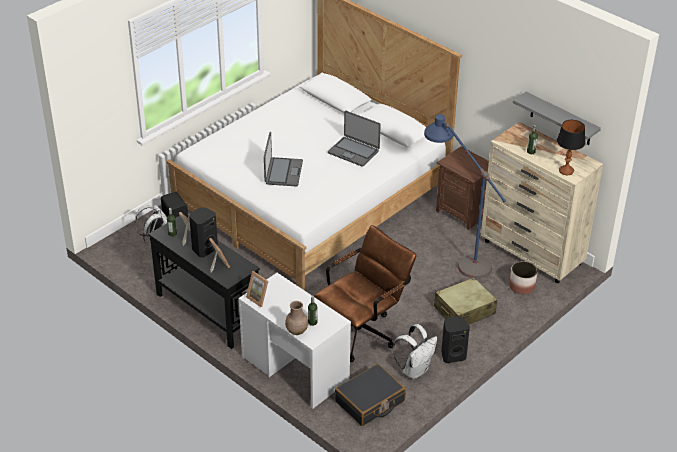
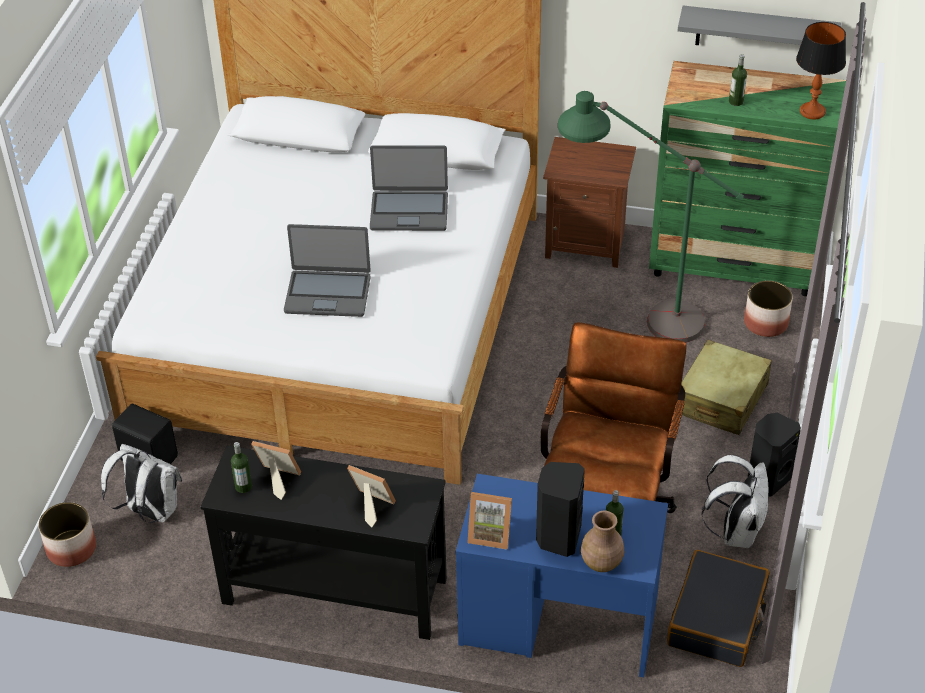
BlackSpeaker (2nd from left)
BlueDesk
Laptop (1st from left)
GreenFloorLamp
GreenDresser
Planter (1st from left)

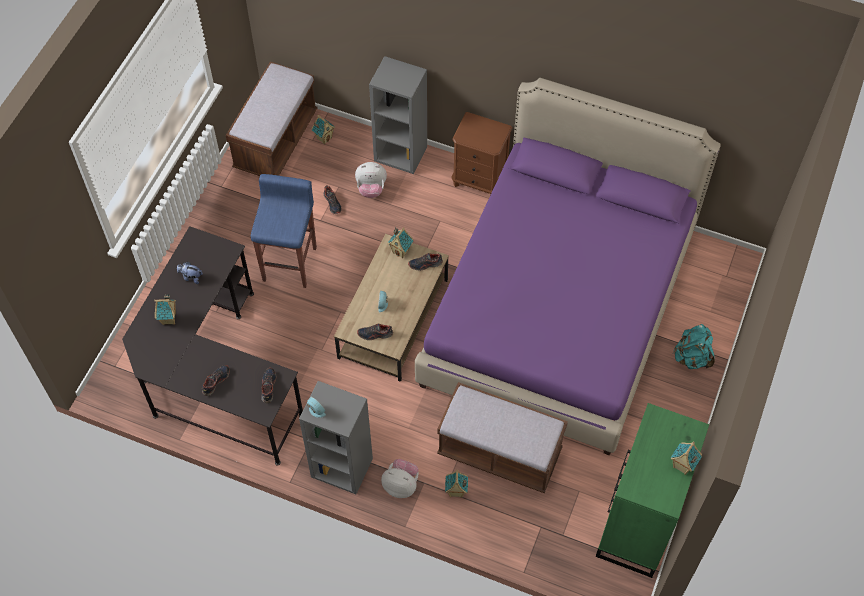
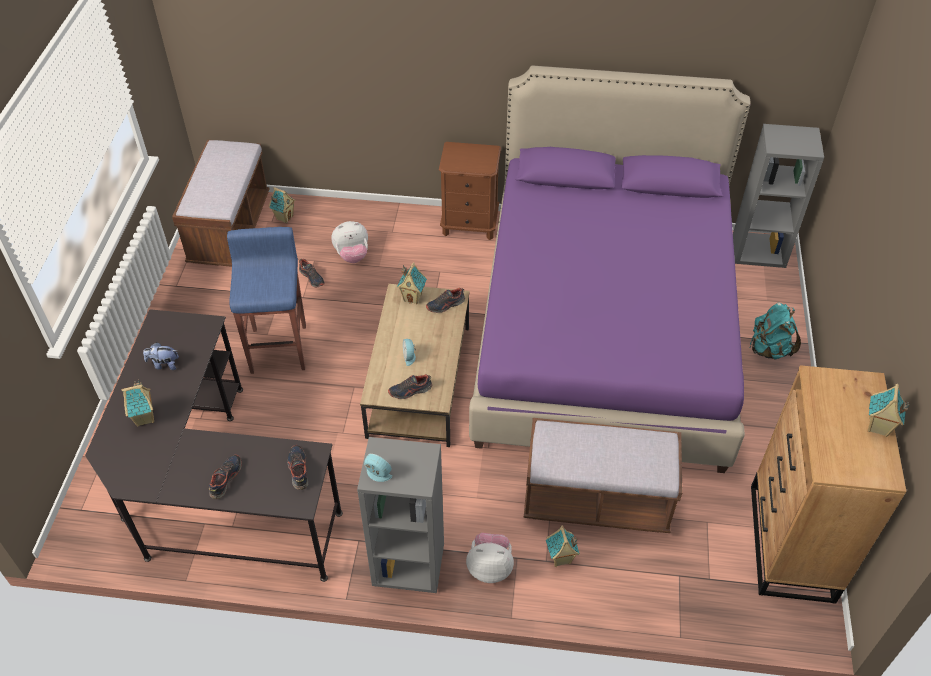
GreyBookcase (2nd from left)
BrownDresser

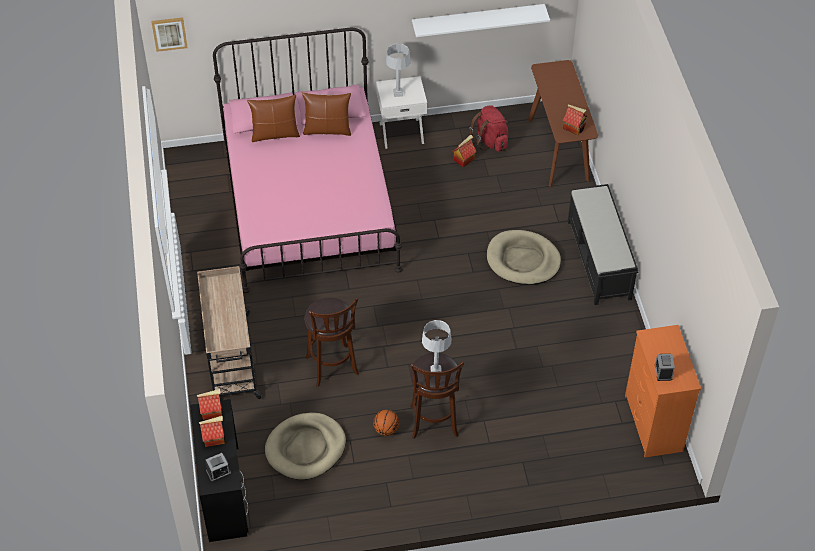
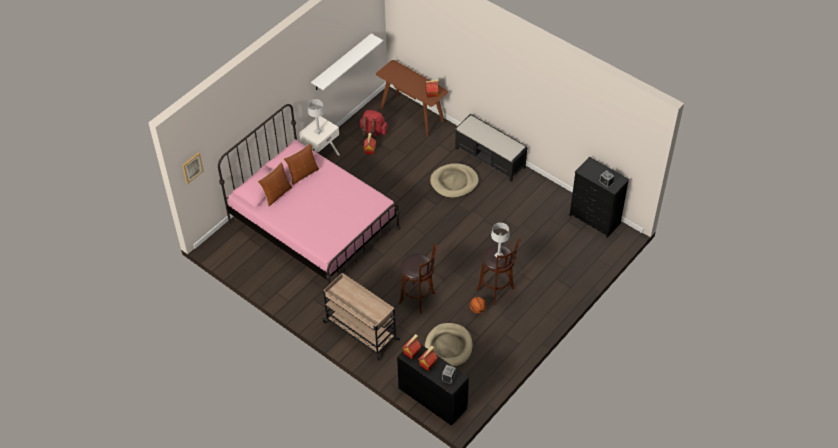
BlackDresser

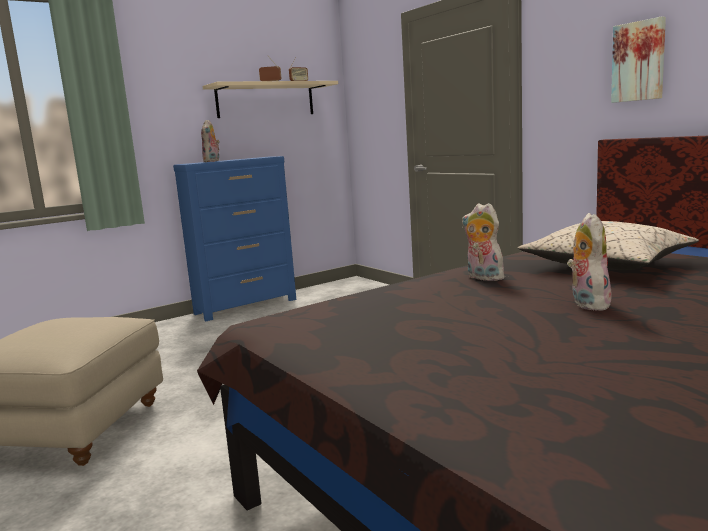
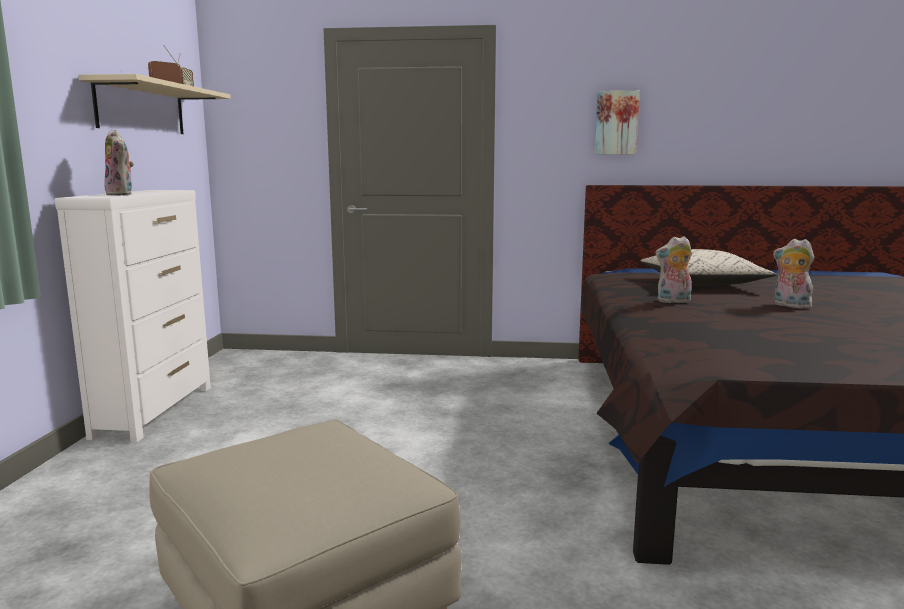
WhiteDresser

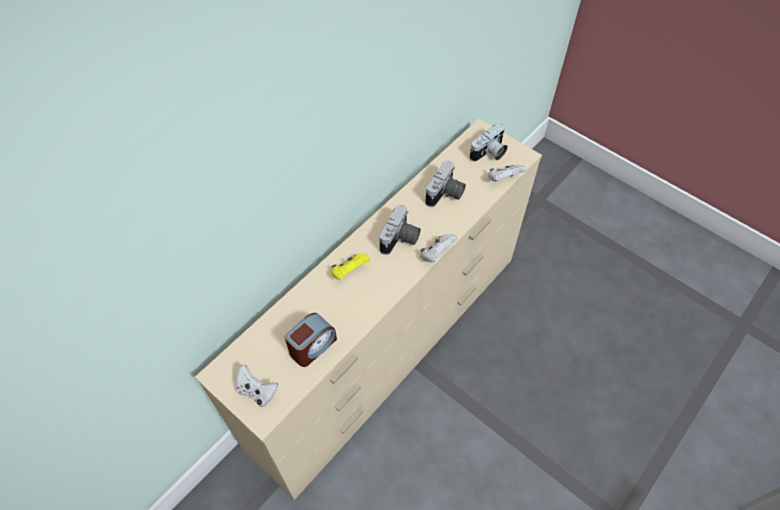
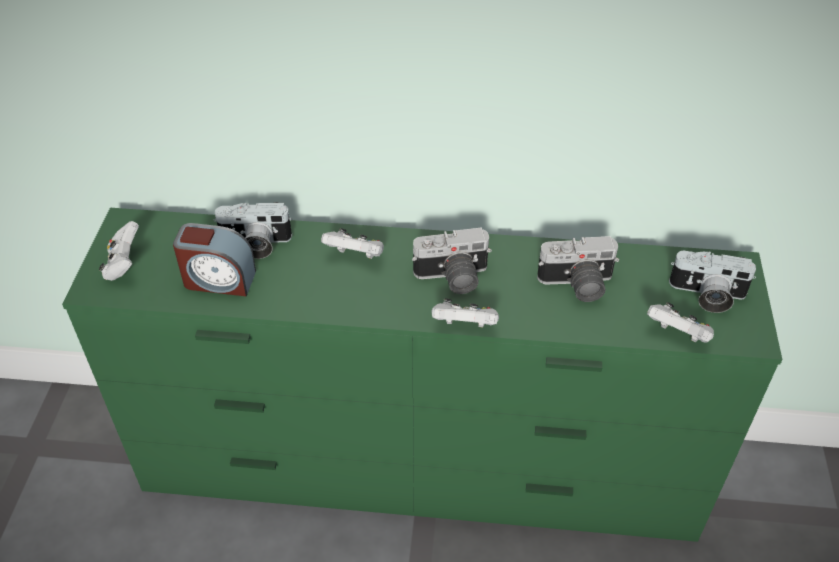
GreenDresser
WhiteGameController (2nd from left)
PhotoCamera (1st from left)

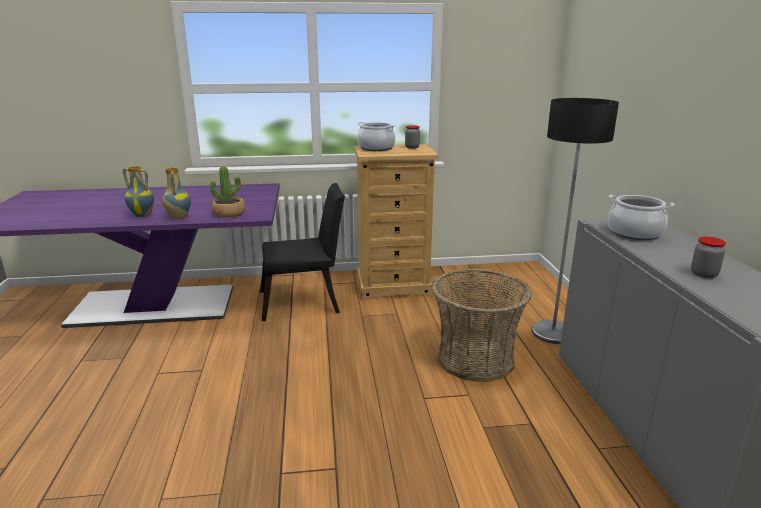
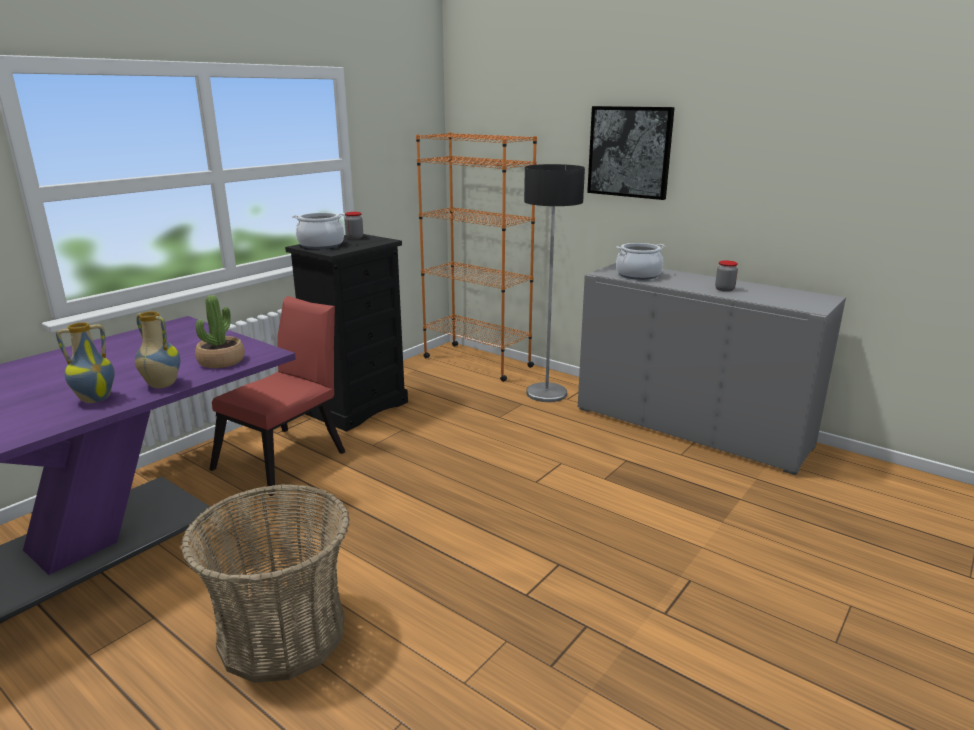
RedChair
BlackDresser
Basket
OrangeBookcase
Picture

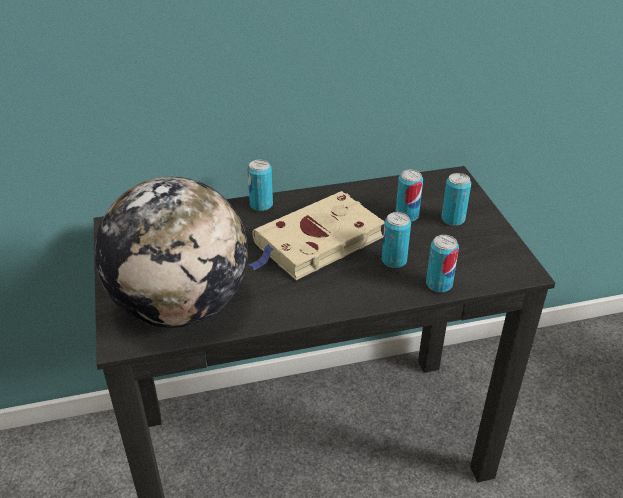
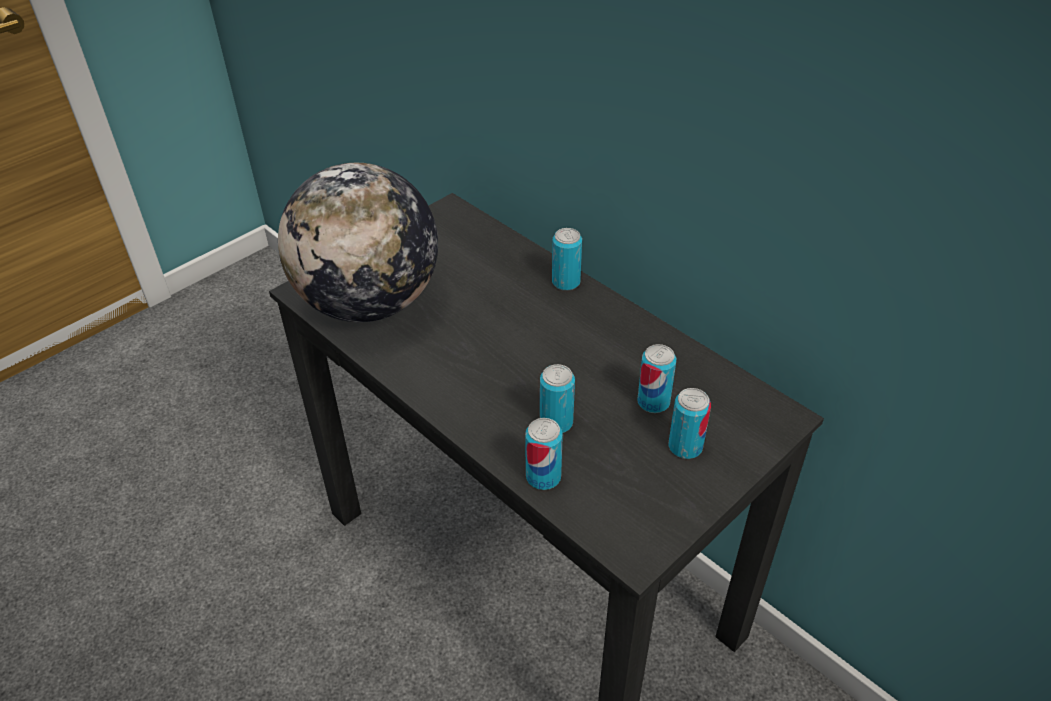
BeigeBook

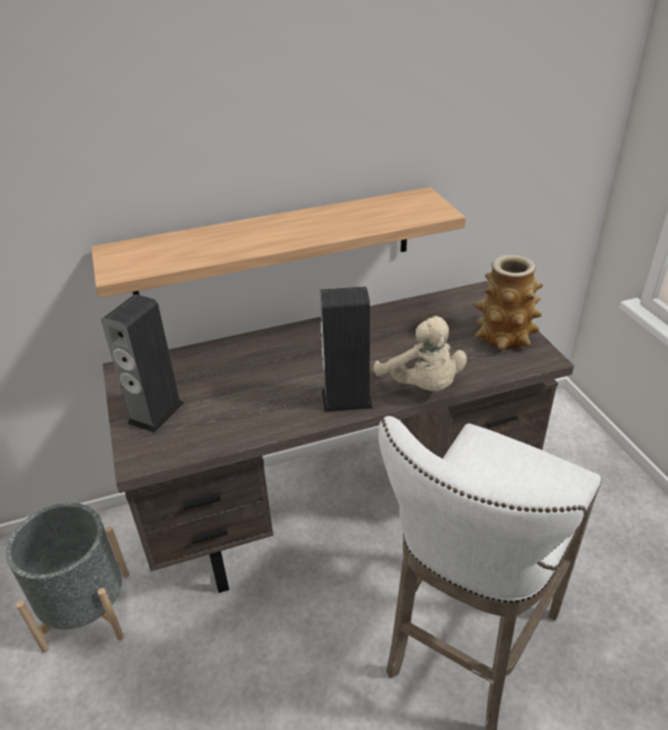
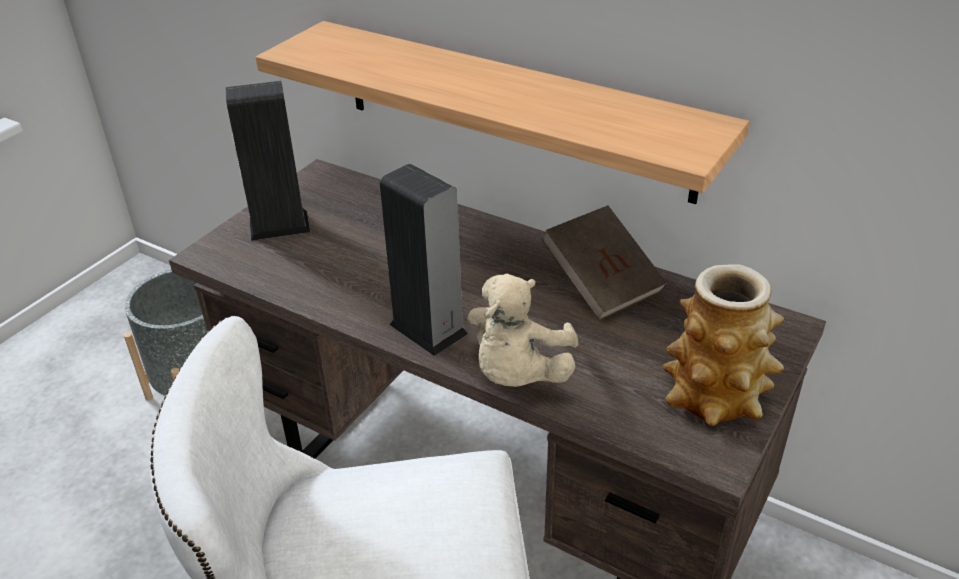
BrownBook

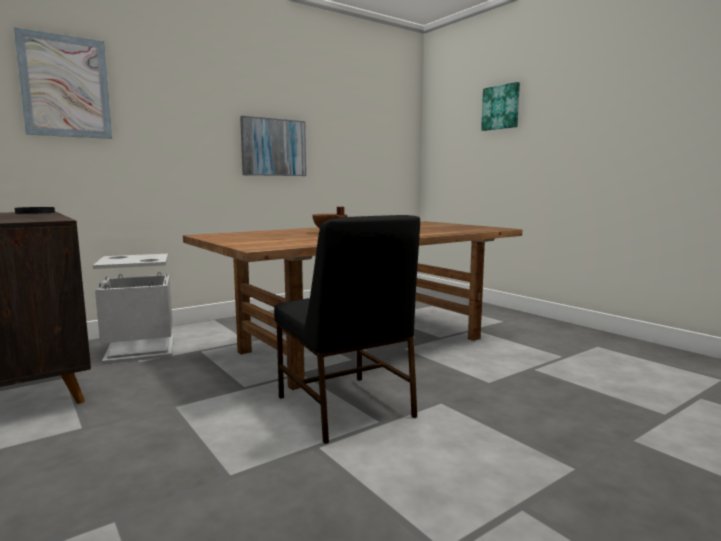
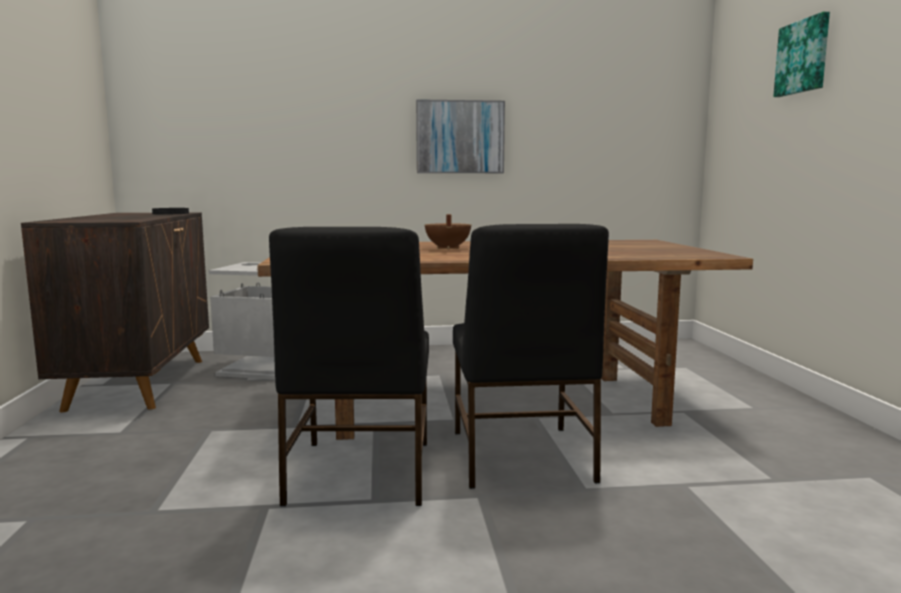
Picture (1st from left in the first image)
BlackChair (2nd from left)

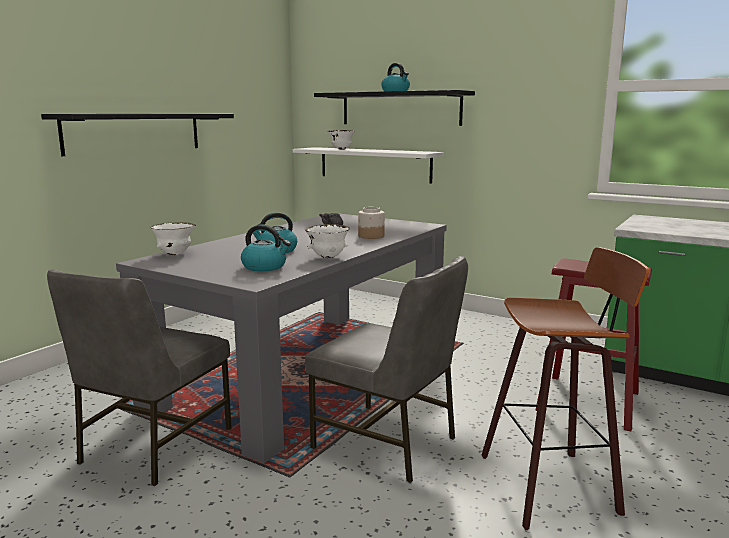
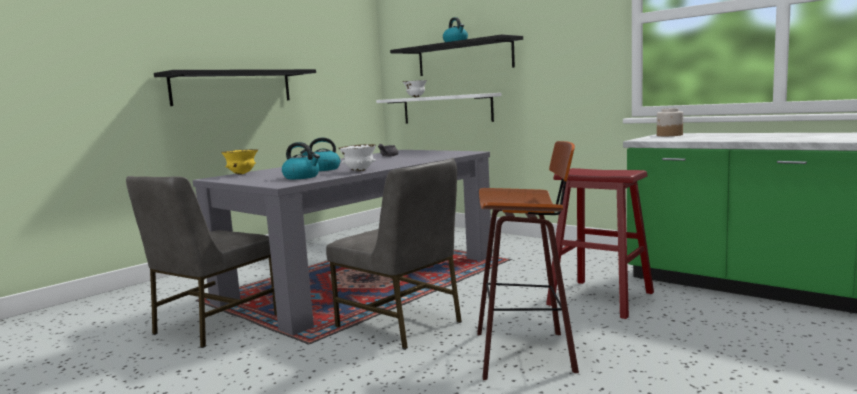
YellowBowl
Jar

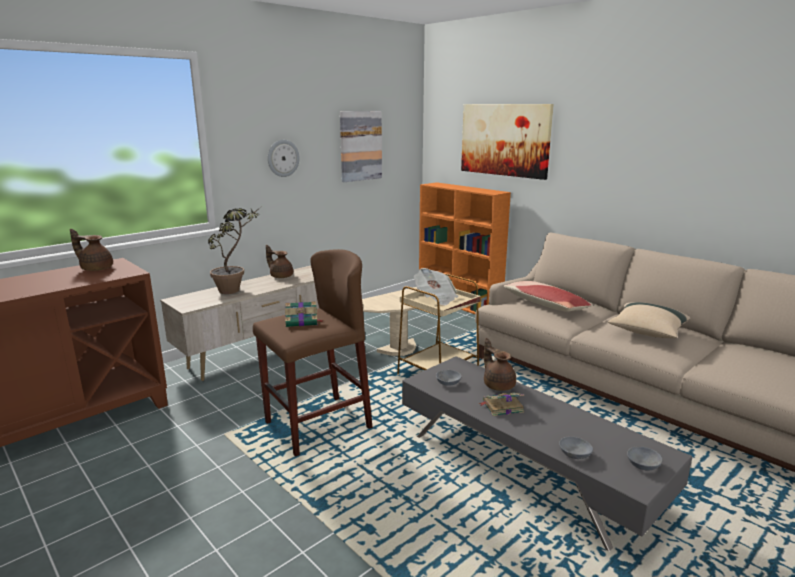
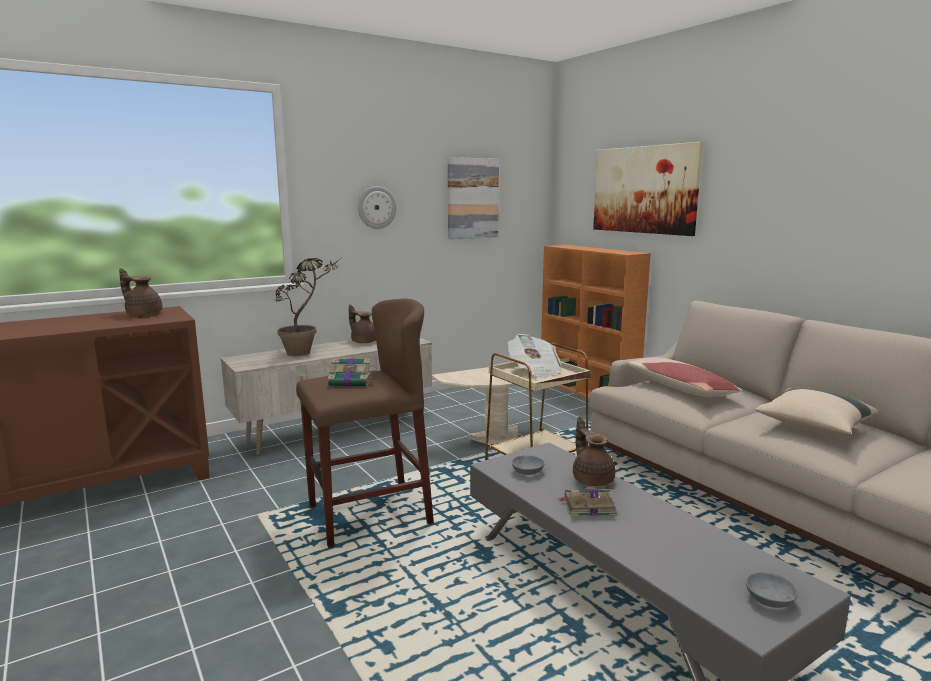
GreyBowl (2nd from left in the first image)

